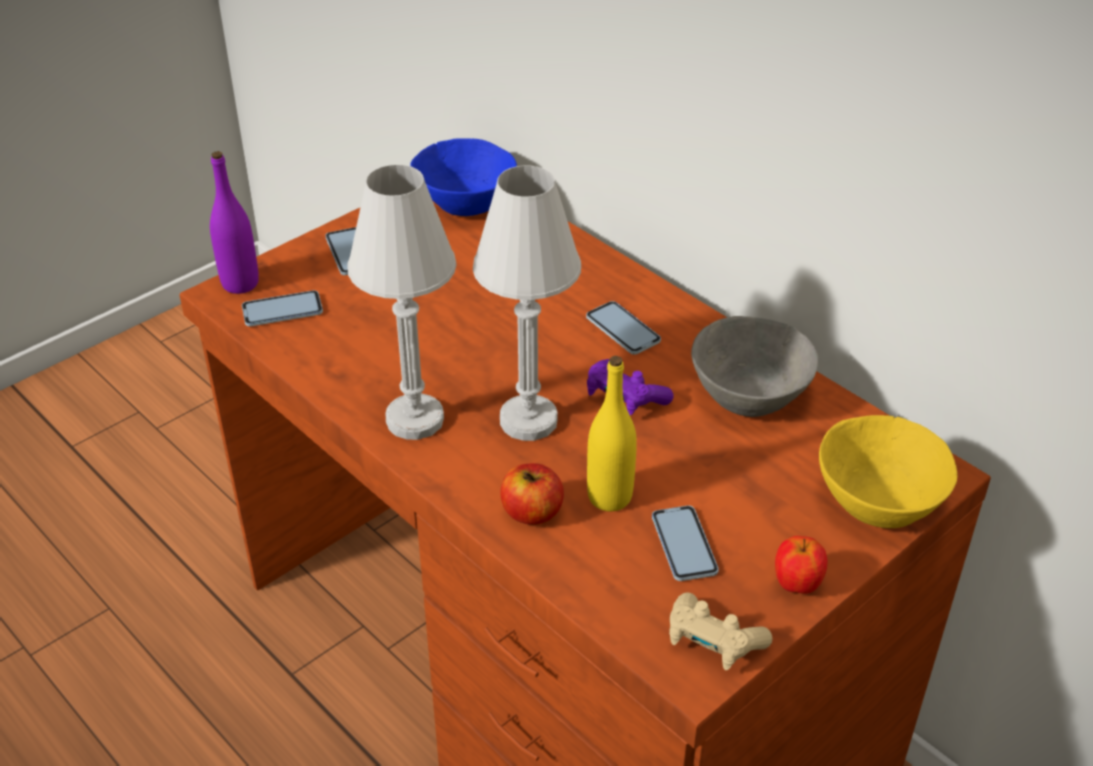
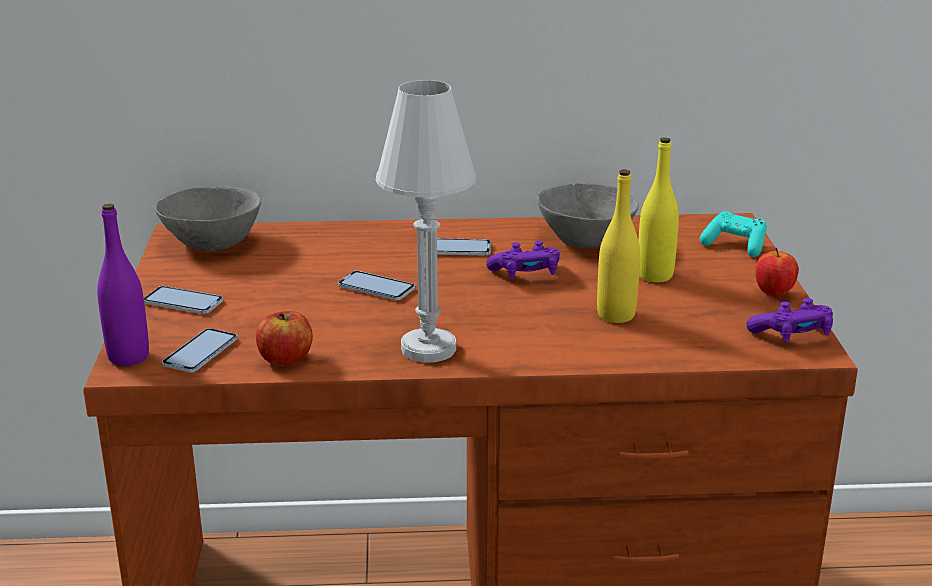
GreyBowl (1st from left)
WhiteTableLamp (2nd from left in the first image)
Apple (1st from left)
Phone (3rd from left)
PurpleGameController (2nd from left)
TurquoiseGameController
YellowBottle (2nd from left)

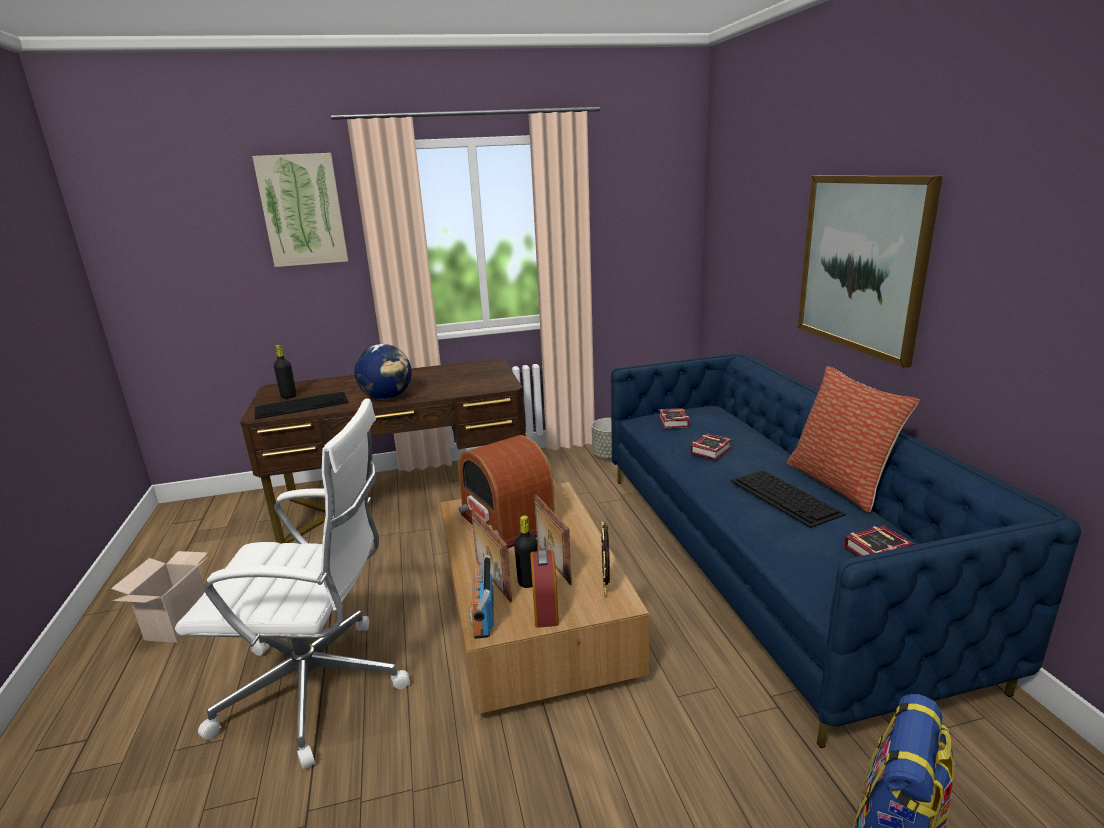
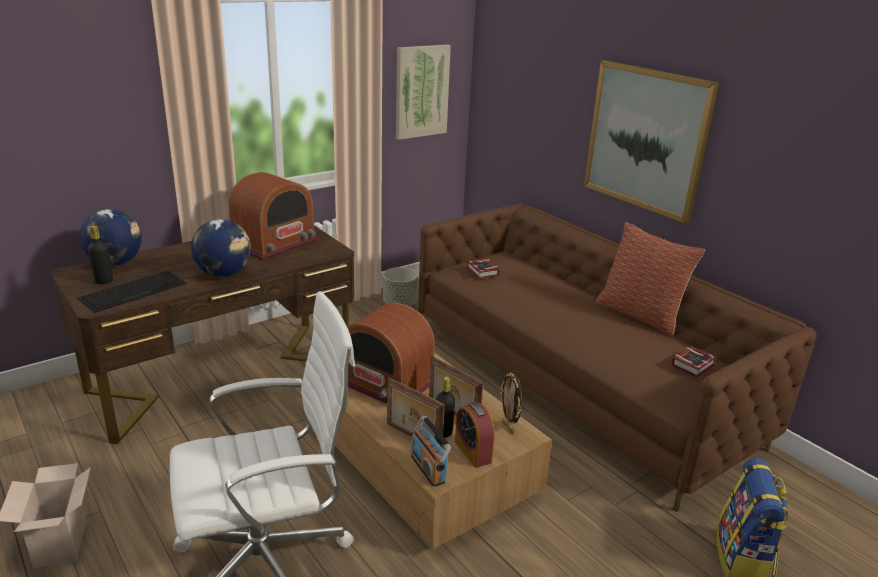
Picture (1st from left)
BrownSofa
Book (2nd from left in the first image)
Keyboard (2nd from left in the first image)
Globe (1st from left)
Radio (1st from left)

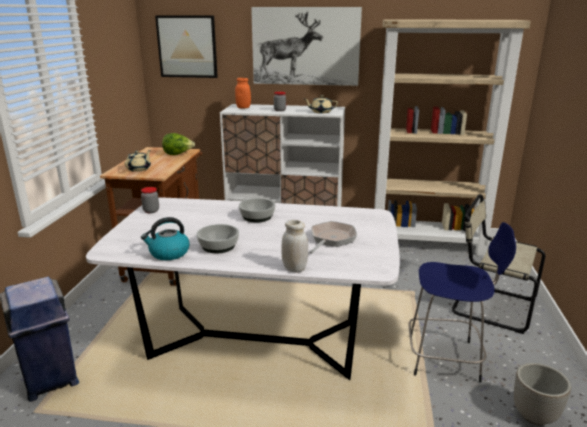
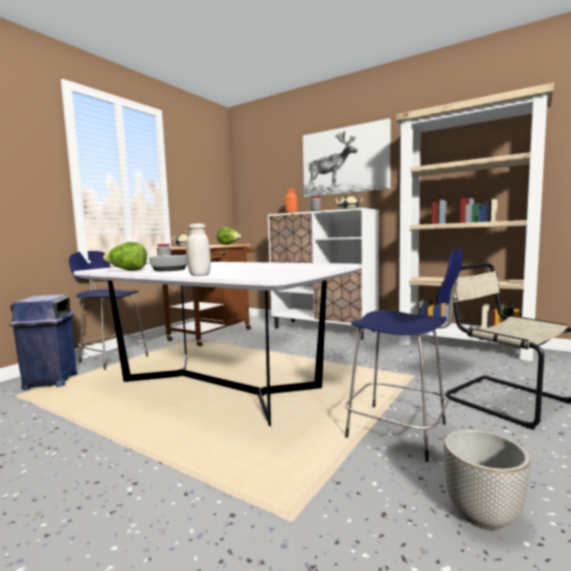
Lettuce (1st from left)
Picture (1st from left in the first image)
Bowl (2nd from left in the first image)
FryingPan
BlueStool (1st from left)

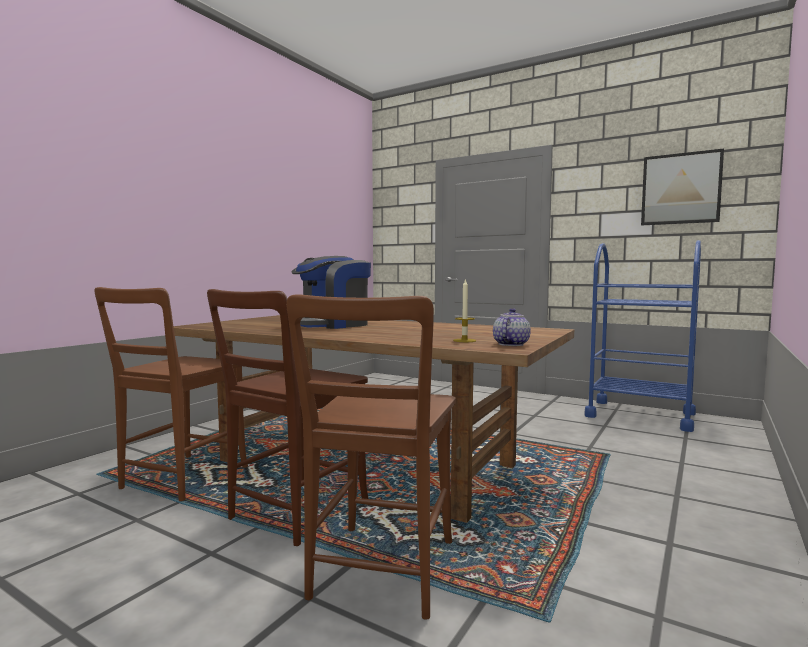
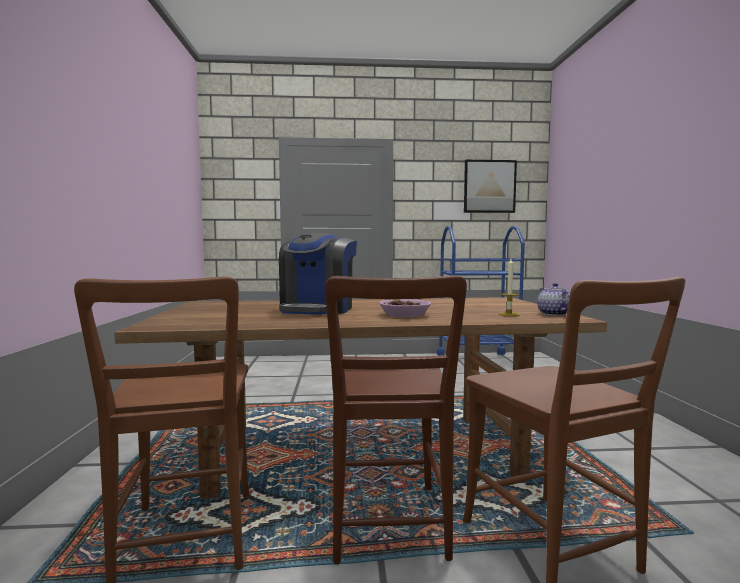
Bowl

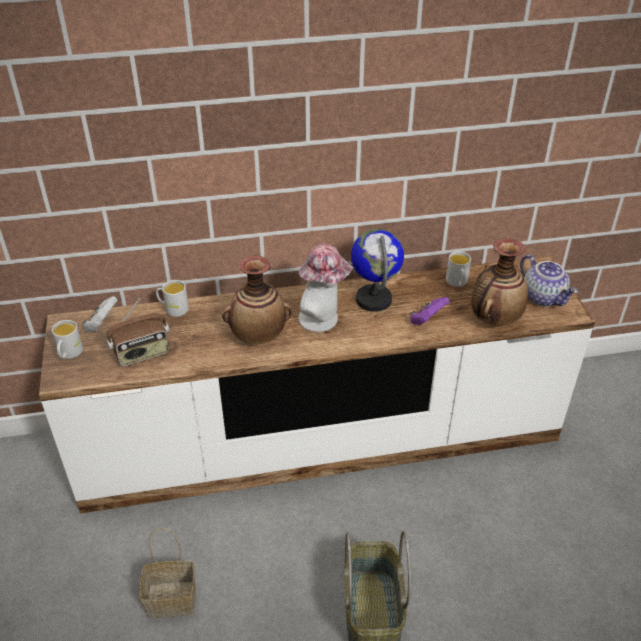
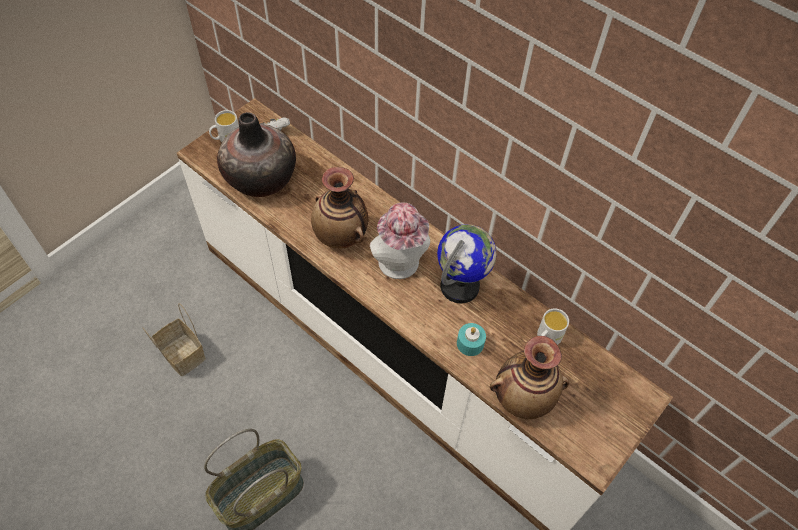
Vase (1st from left)
WhiteMug (2nd from left in the first image)
TurquoiseCandle
Teapot

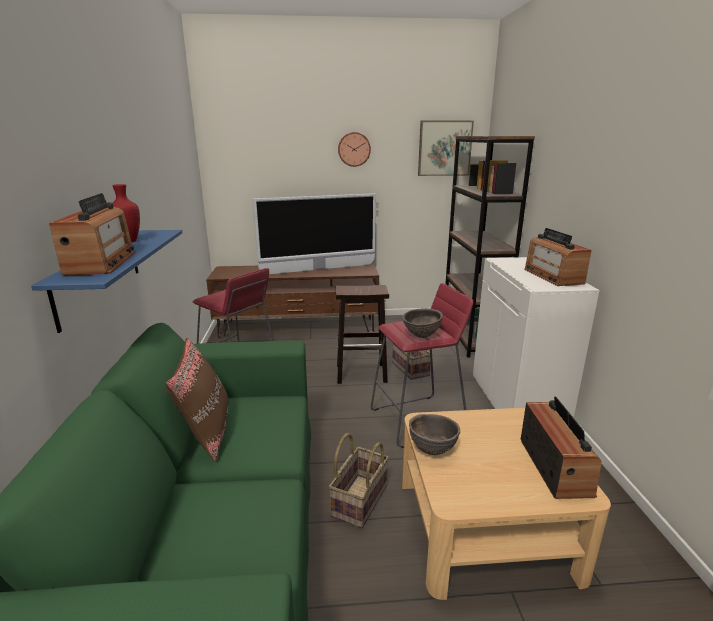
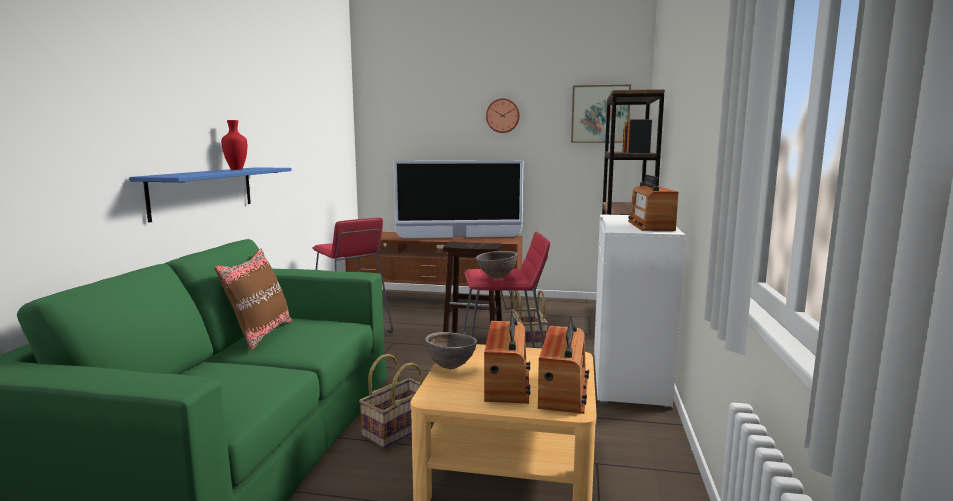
Radio (1st from left)

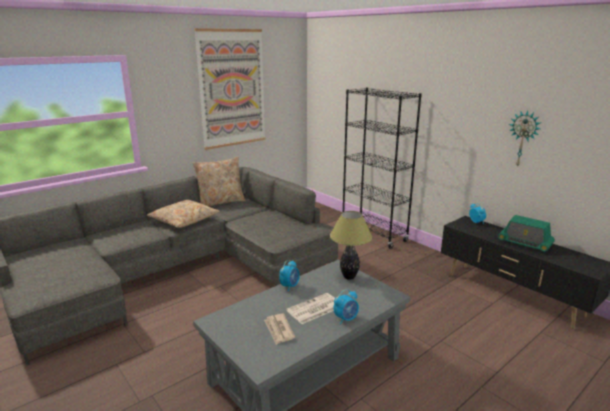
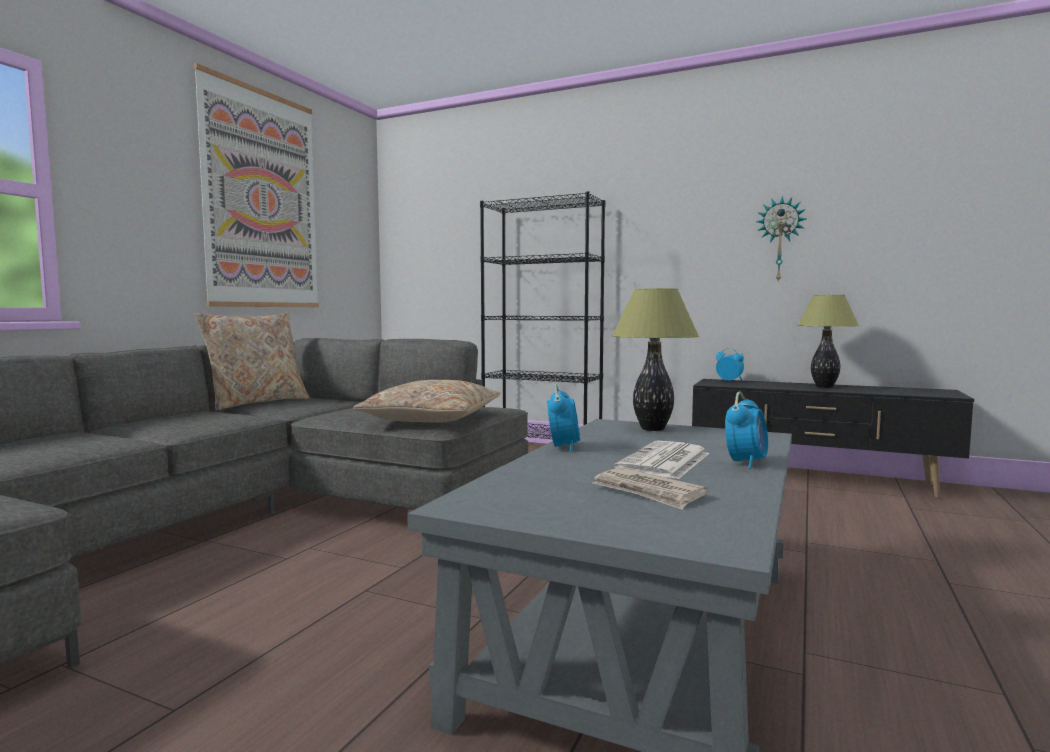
BeigePillow (2nd from left)
TableLamp (2nd from left)

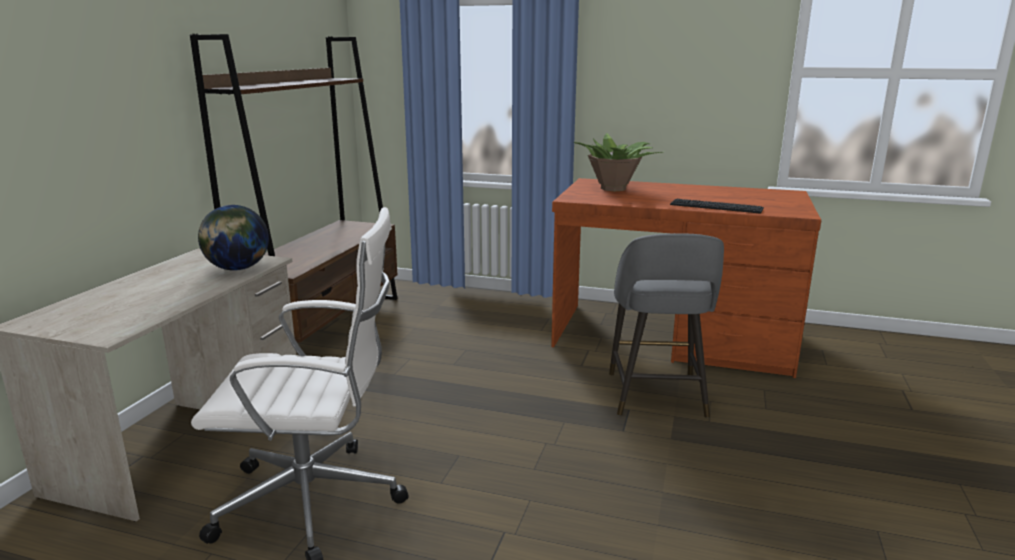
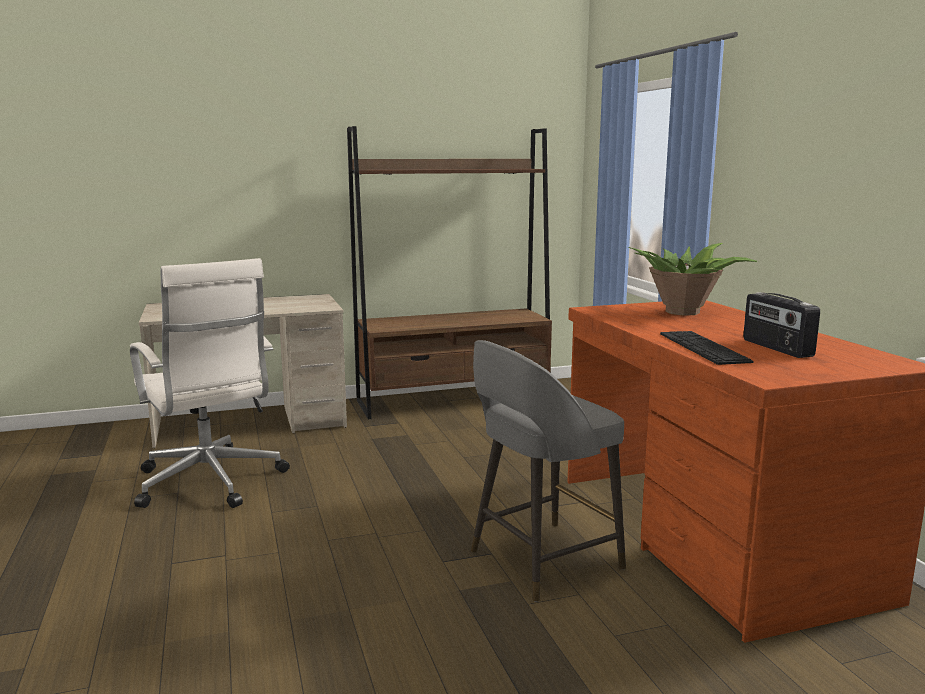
Globe
Radio

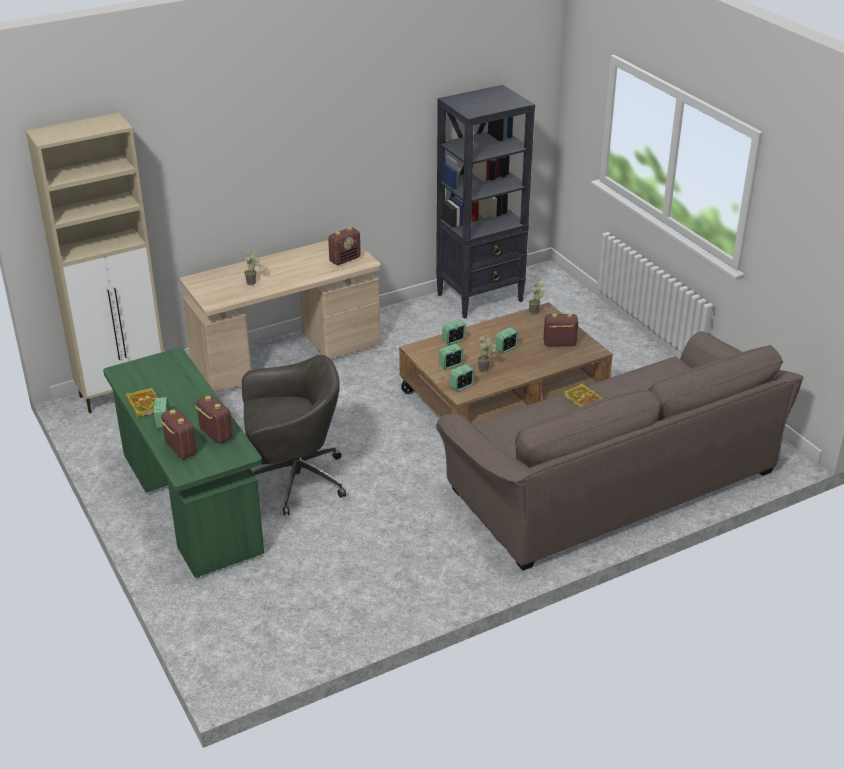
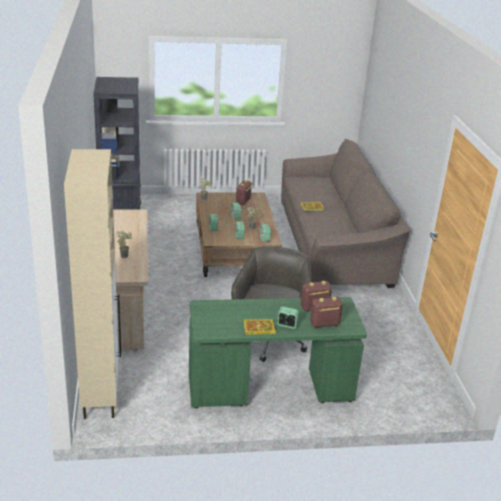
Radio (3rd from left in the first image)

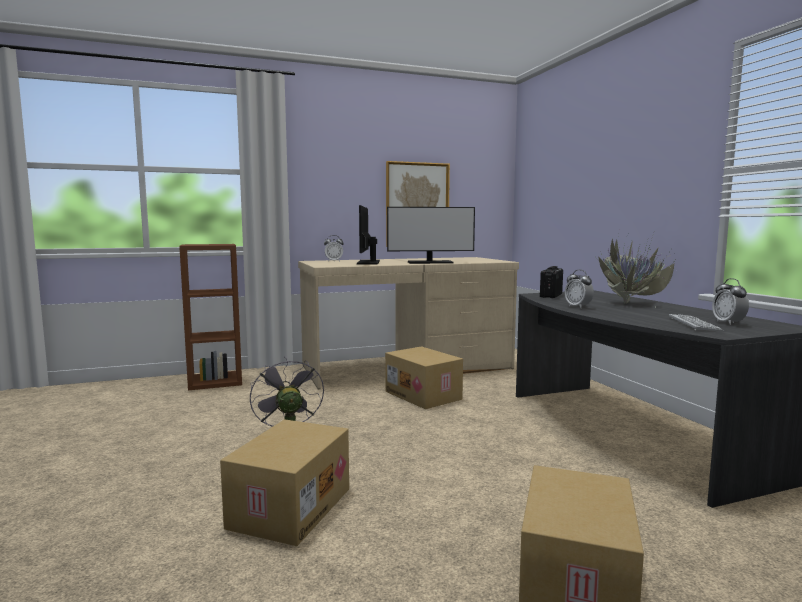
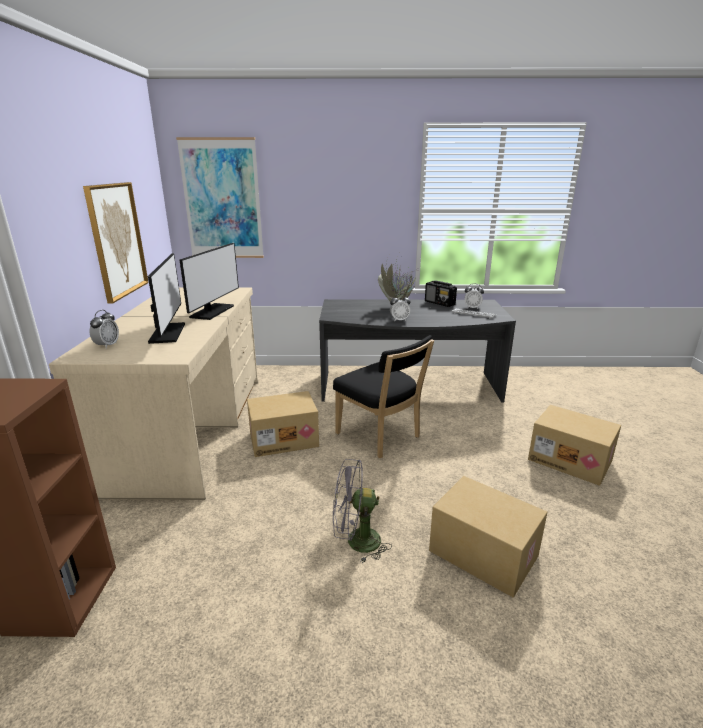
Monitor (1st from left)
Radio
Picture (2nd from left)
BlackChair

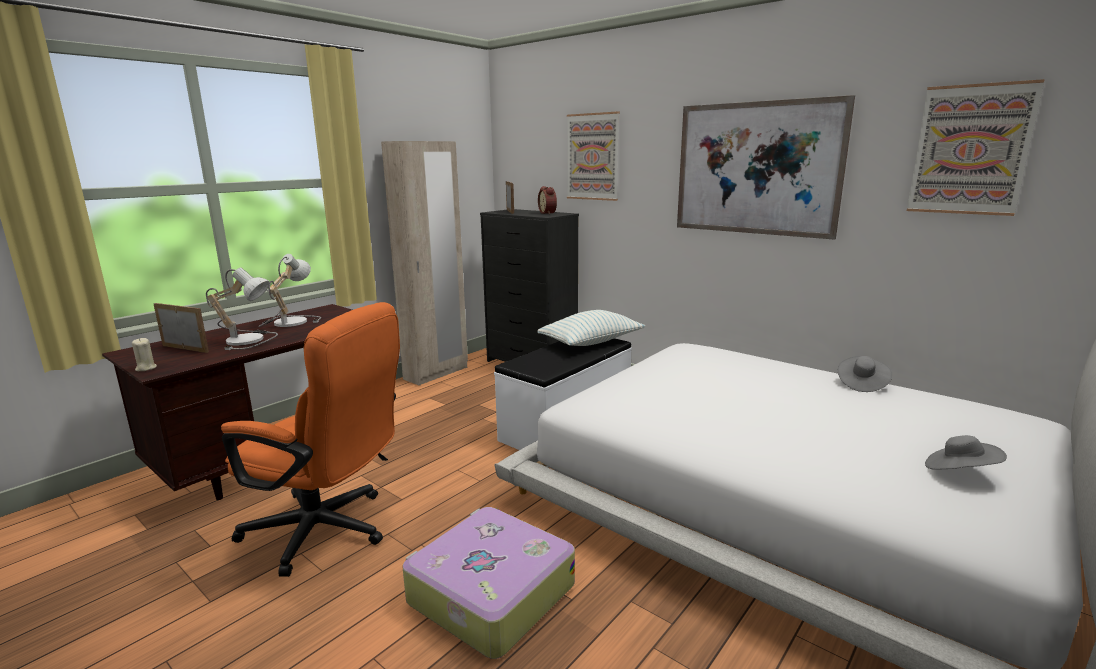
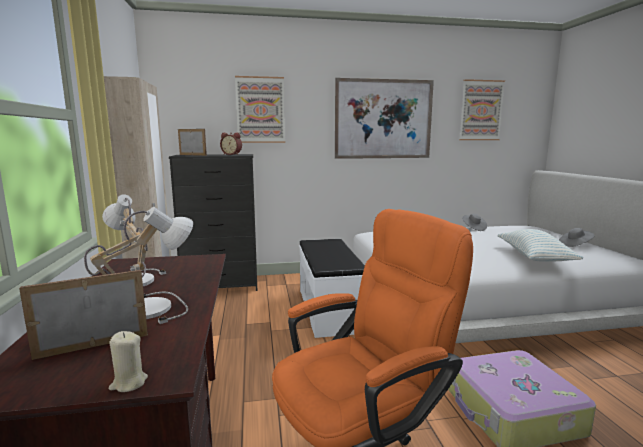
Pillow

